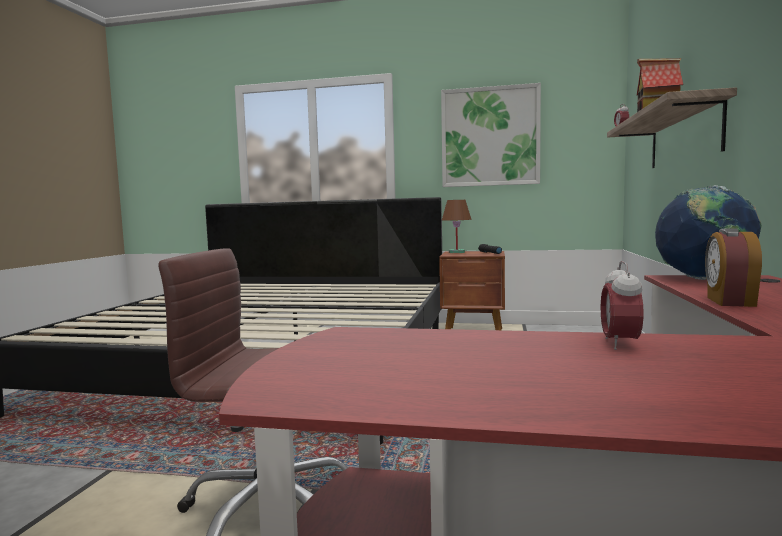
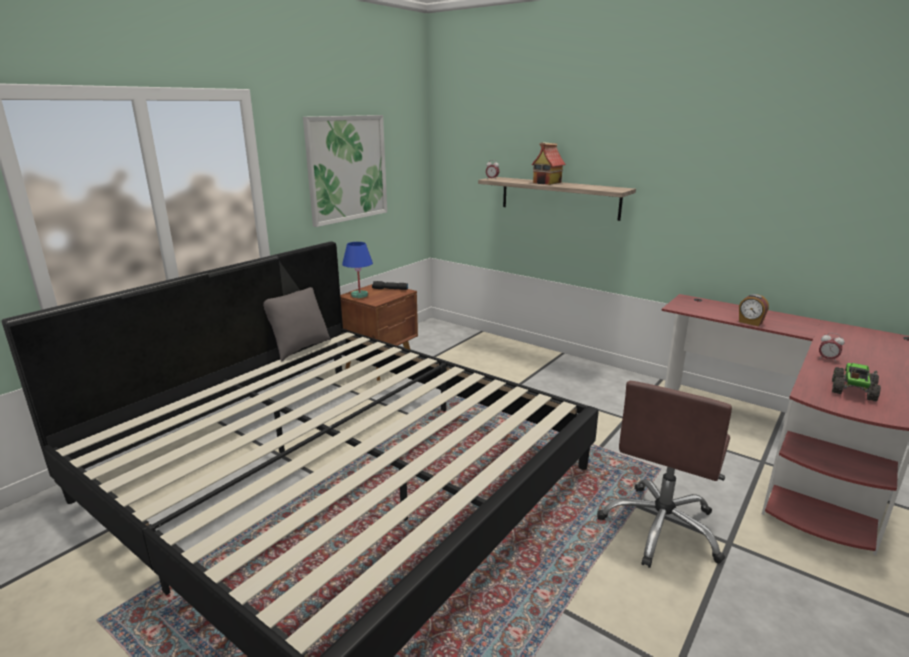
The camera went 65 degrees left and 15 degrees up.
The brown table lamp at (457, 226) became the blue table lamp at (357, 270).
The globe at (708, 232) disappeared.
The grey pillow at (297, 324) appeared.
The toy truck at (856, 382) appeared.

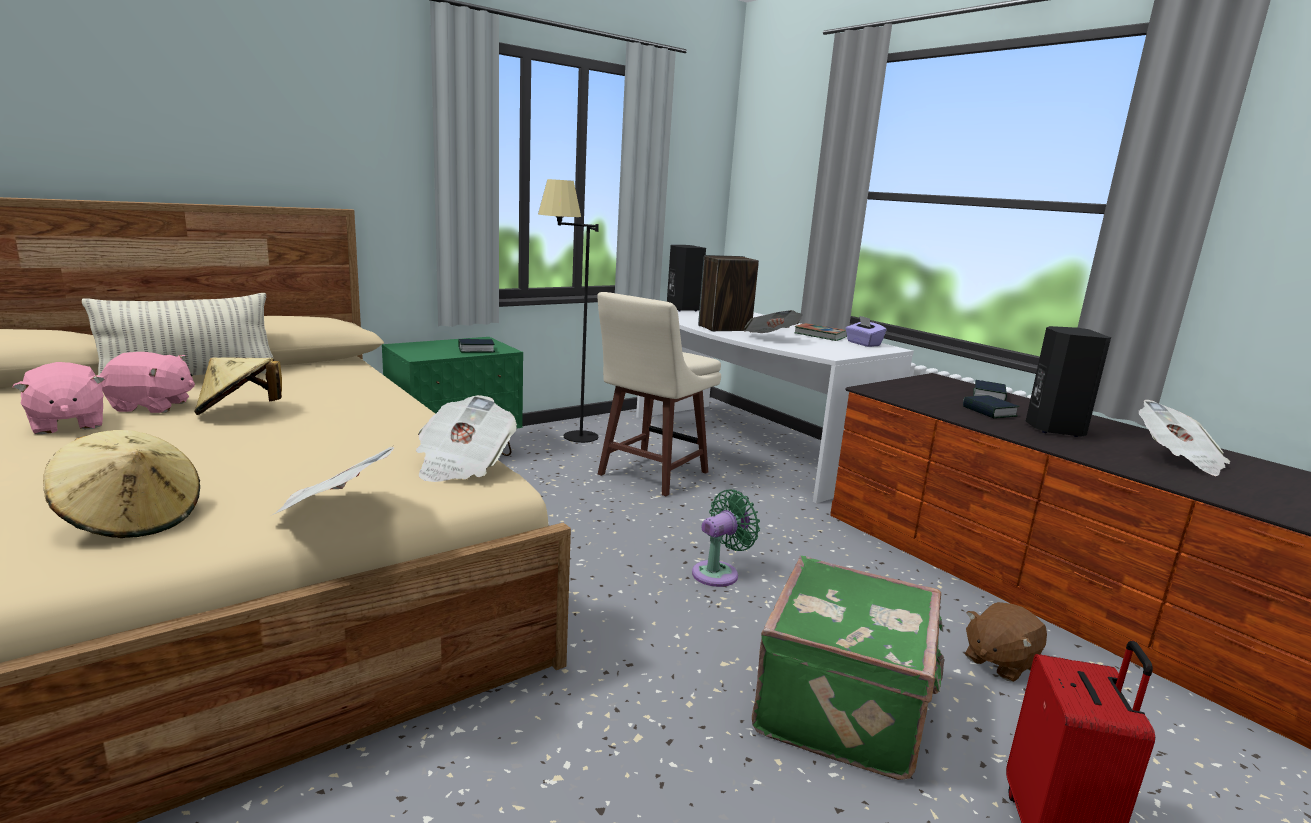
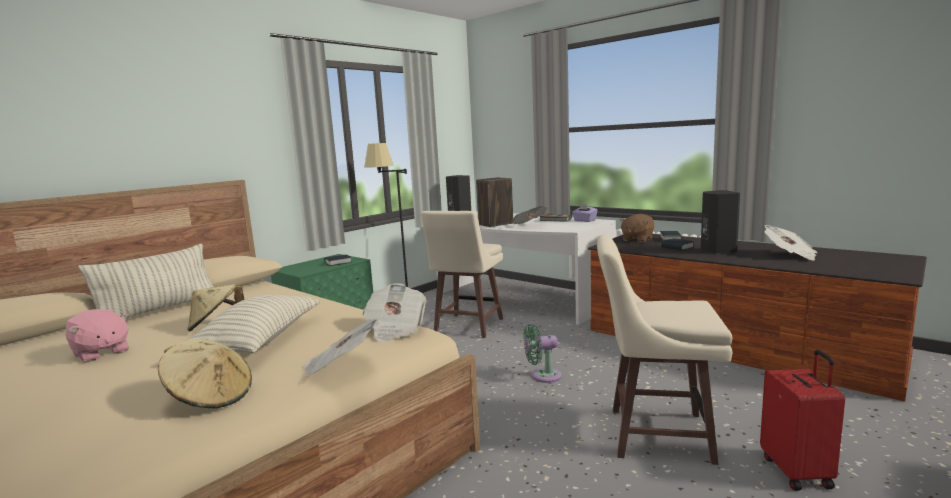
The camera went 10 degrees left and 5 degrees down.
The pink plush toy at (147, 382) disappeared.
The green fan at (726, 538) turned 135 degrees counterclockwise.
The green suitcase at (848, 668) was replaced by the beige stool at (664, 349).
The brown plush toy moved from (1006, 642) to (637, 228).
The pillow at (252, 323) appeared.

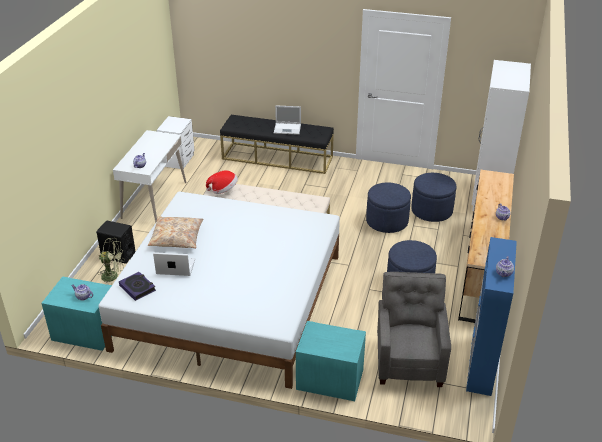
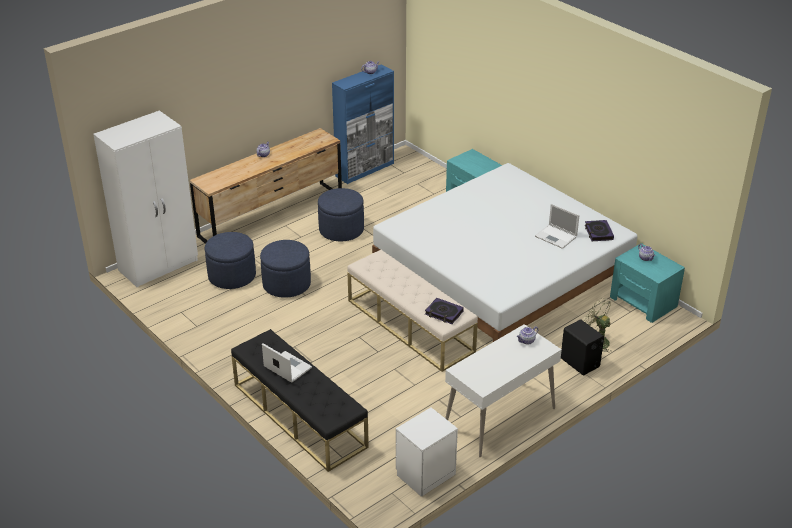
The camera went 145 degrees left and 0 degrees up.
The beige pillow at (175, 232) disappeared.
The hat at (222, 182) was replaced by the book at (444, 311).
The grey armchair at (414, 329) disappeared.

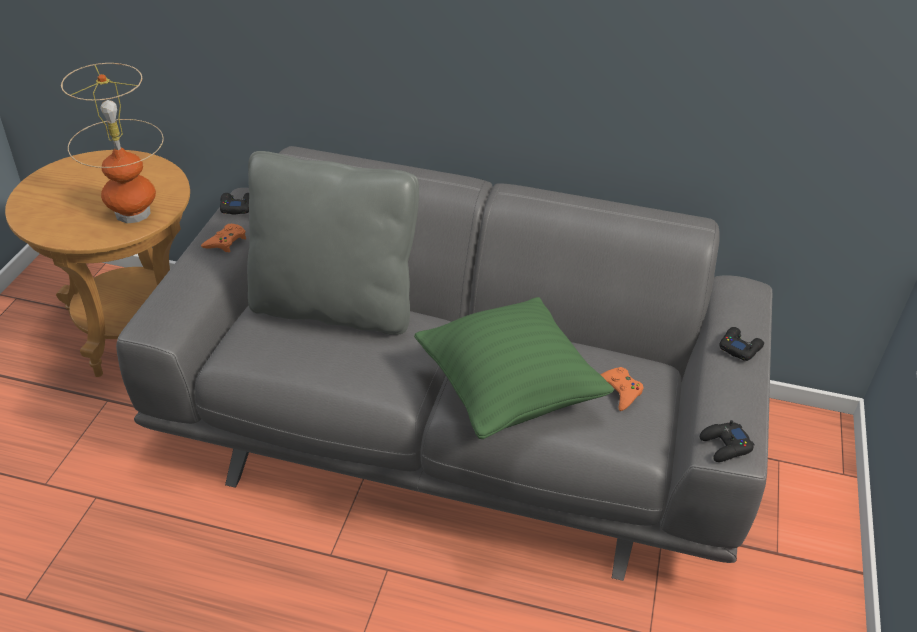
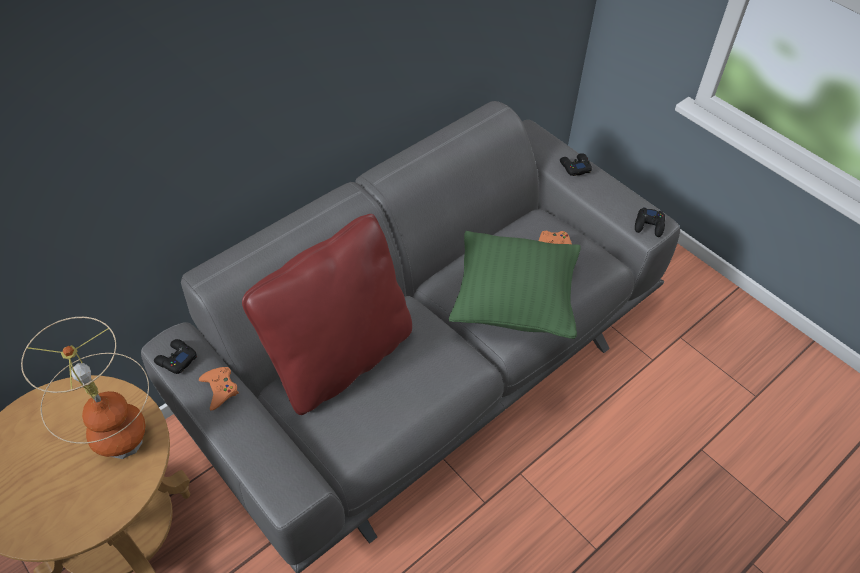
The camera went 55 degrees left and 10 degrees up.
The grey pillow at (333, 243) became the red pillow at (327, 314).

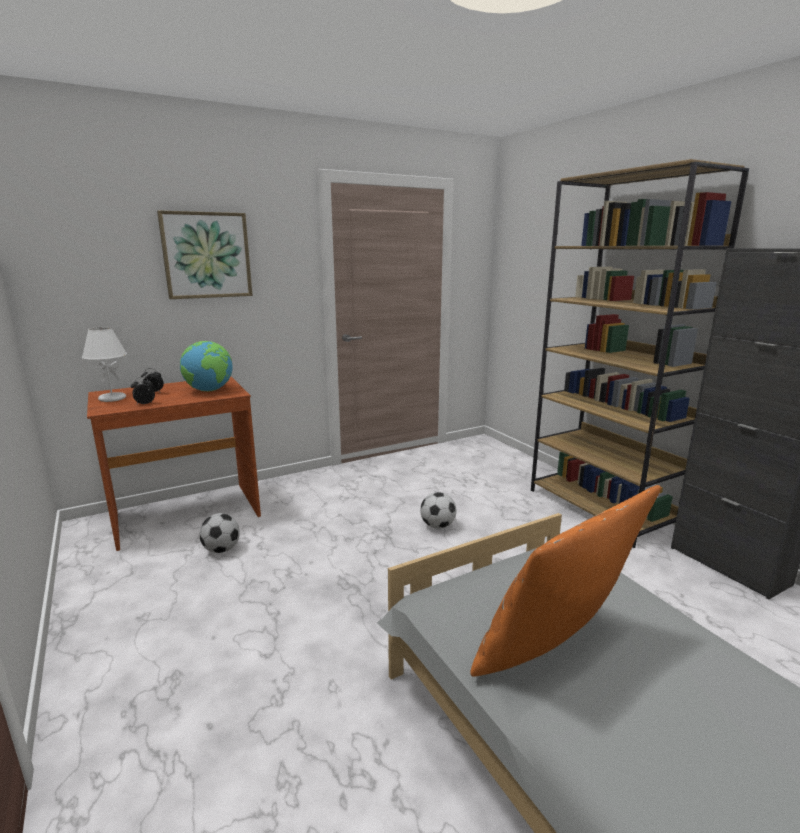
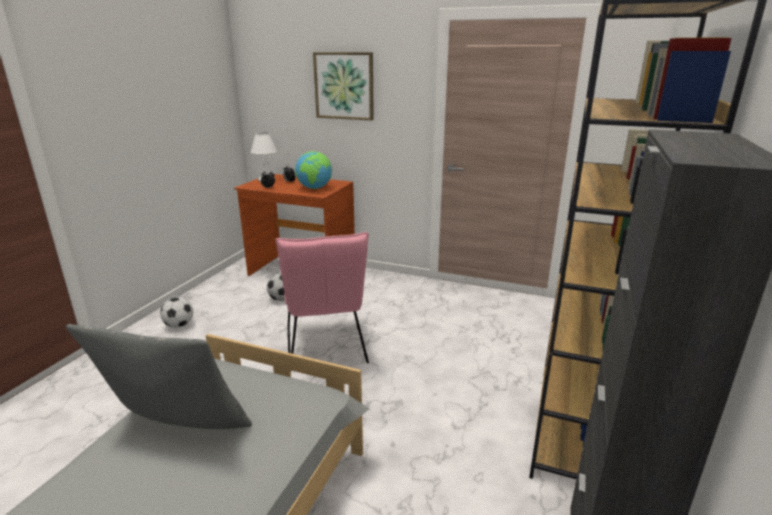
The camera went 50 degrees right and 5 degrees up.
The football moved from (438, 510) to (176, 312).
The orange pillow at (565, 581) became the grey pillow at (159, 376).
The pink chair at (322, 297) appeared.

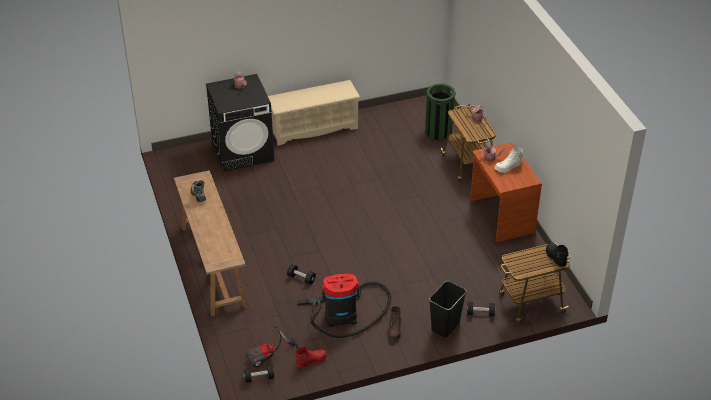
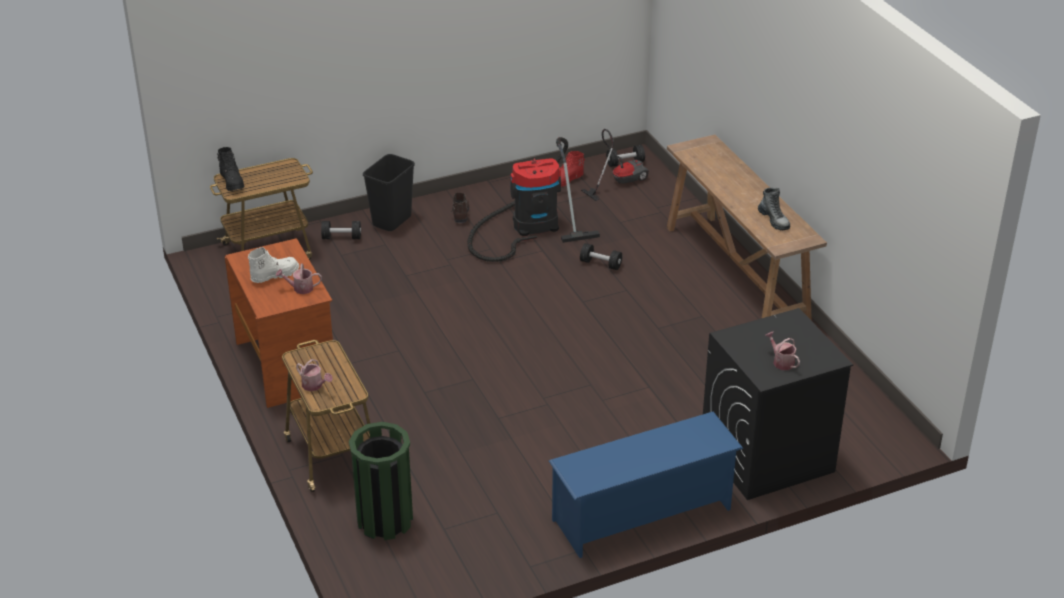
The camera went 175 degrees right and 5 degrees down.
The beige shoe rack at (314, 113) became the blue shoe rack at (646, 485).

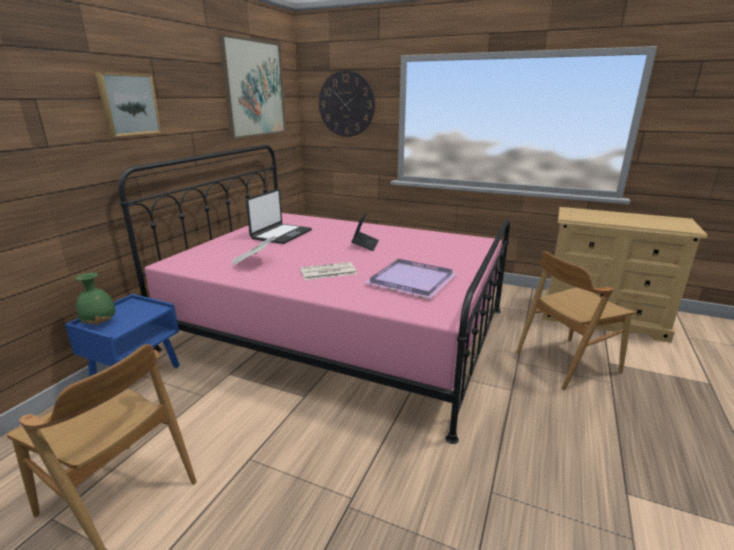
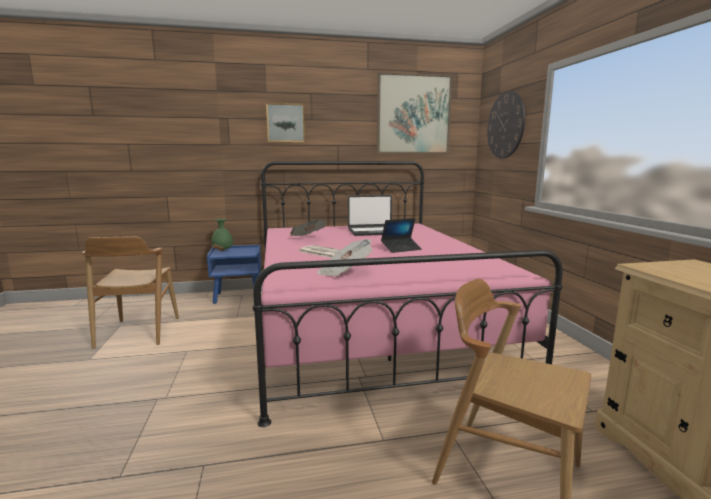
The camera went 55 degrees right and 10 degrees down.
The purple tray at (411, 279) was replaced by the newspaper at (344, 258).

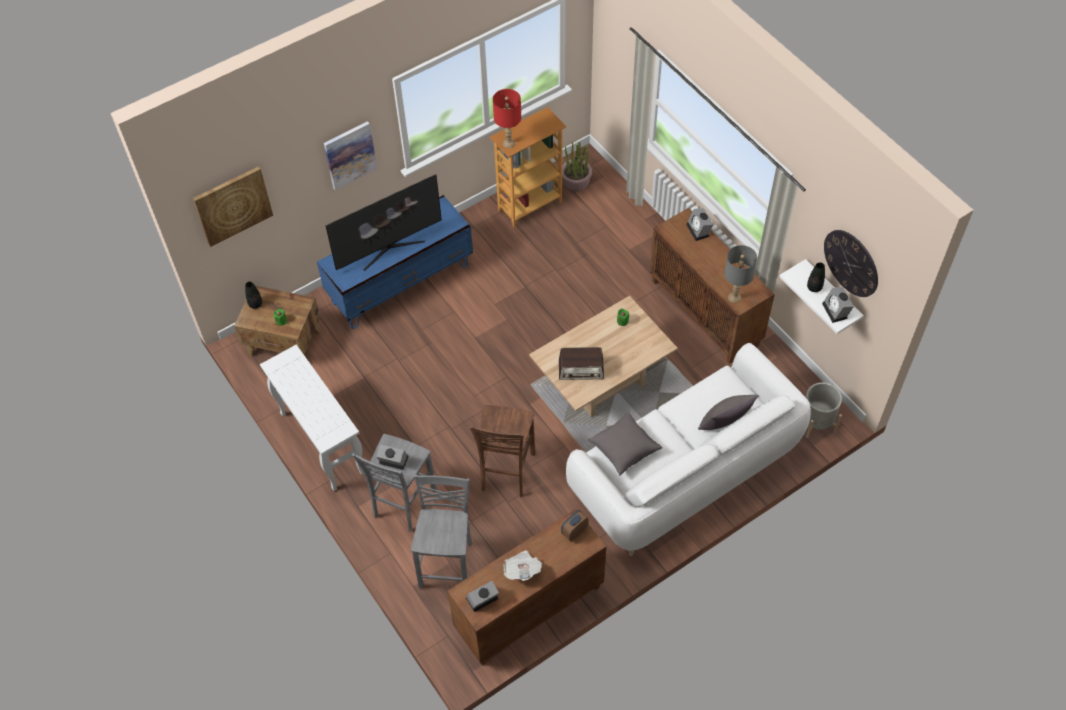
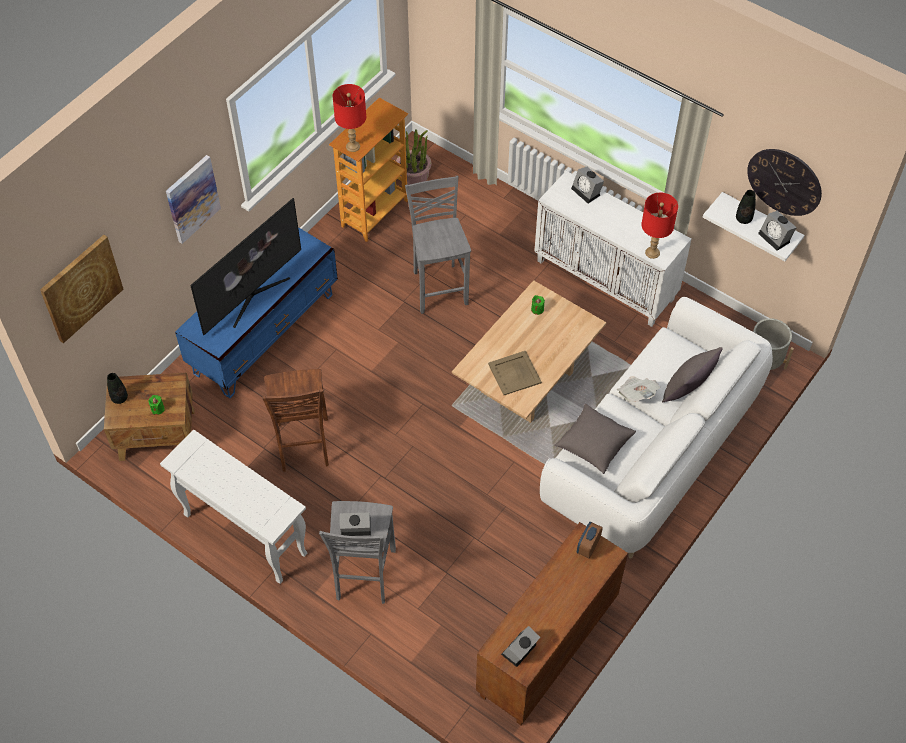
The camera went 20 degrees left and 0 degrees up.
The grey stool moved from (441, 532) to (438, 245).
The brown stool moved from (503, 451) to (295, 420).
The newspaper moved from (523, 566) to (638, 389).
The radio at (581, 363) was replaced by the beige tray at (515, 373).
The brown cabinet at (712, 286) became the white cabinet at (612, 249).
The grey table lamp at (740, 274) became the red table lamp at (659, 226).

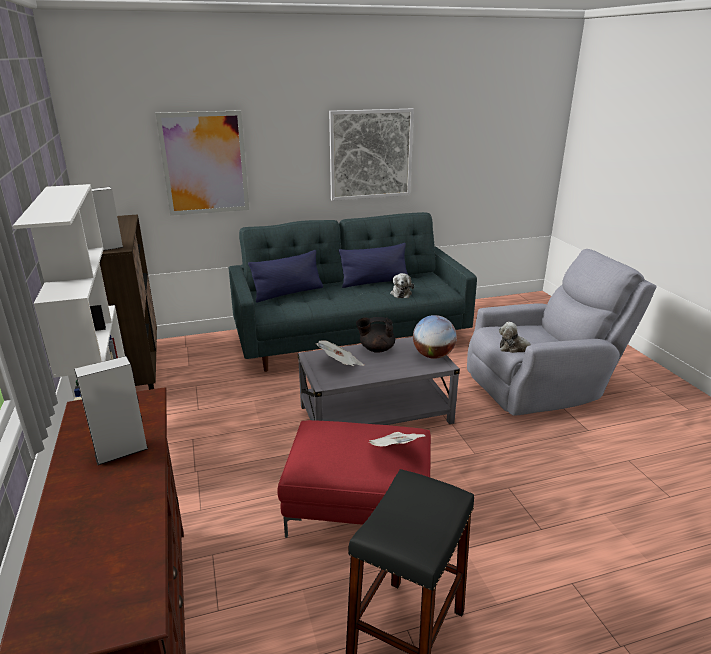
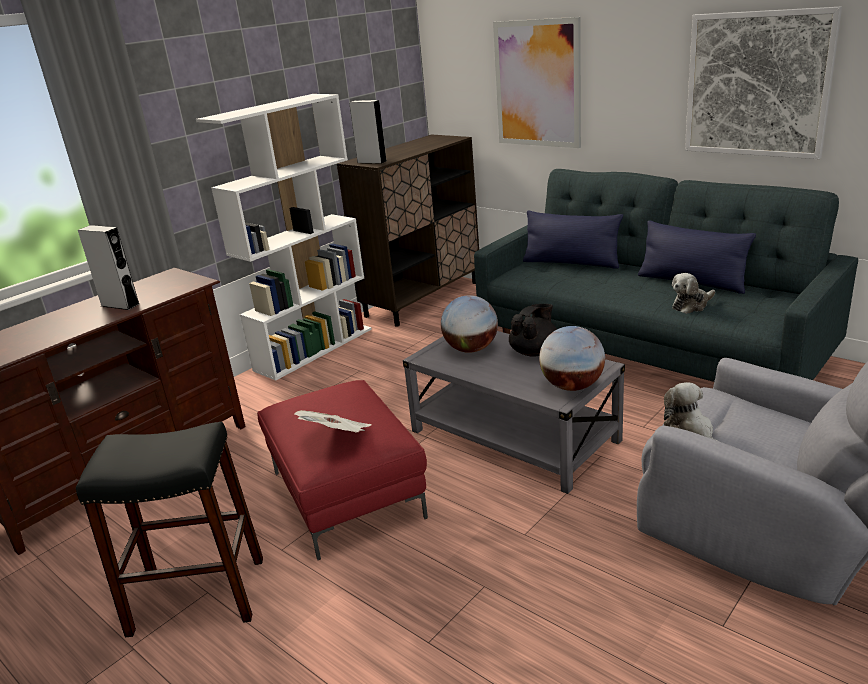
The camera went 60 degrees right and 0 degrees up.
The newspaper at (339, 353) was replaced by the globe at (469, 324).
The black teapot at (375, 335) turned 75 degrees clockwise.

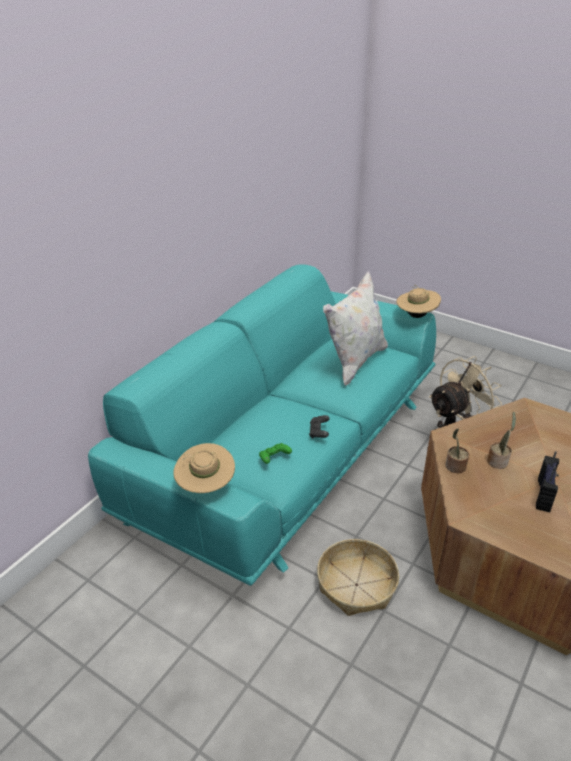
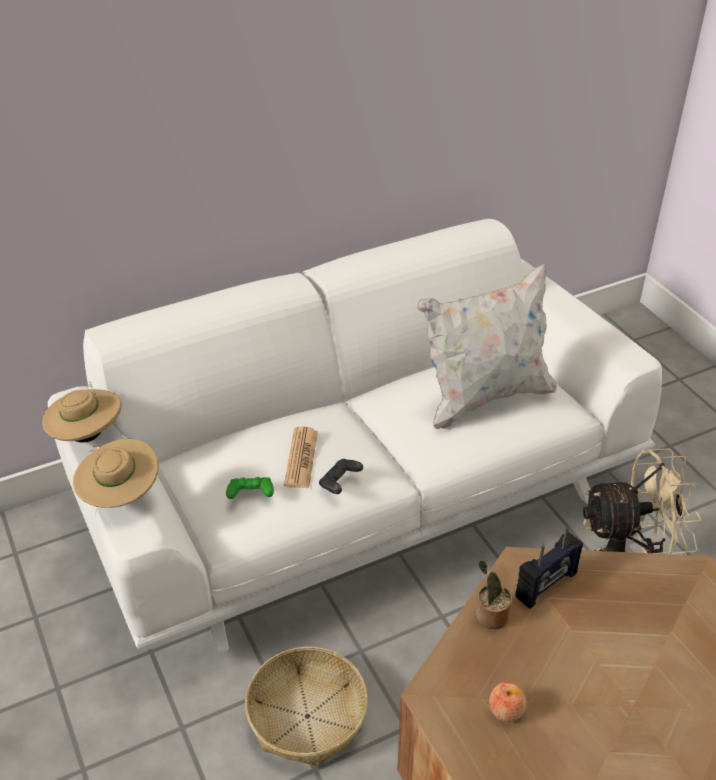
The camera went 30 degrees right and 5 degrees up.
The turquoise sofa at (262, 425) became the white sofa at (355, 436).
The beige hat moved from (419, 301) to (82, 412).
The potted plant at (501, 440) disappeared.
The radio moved from (547, 481) to (549, 568).
The newspaper at (301, 457) appeared.
The apple at (507, 702) appeared.

